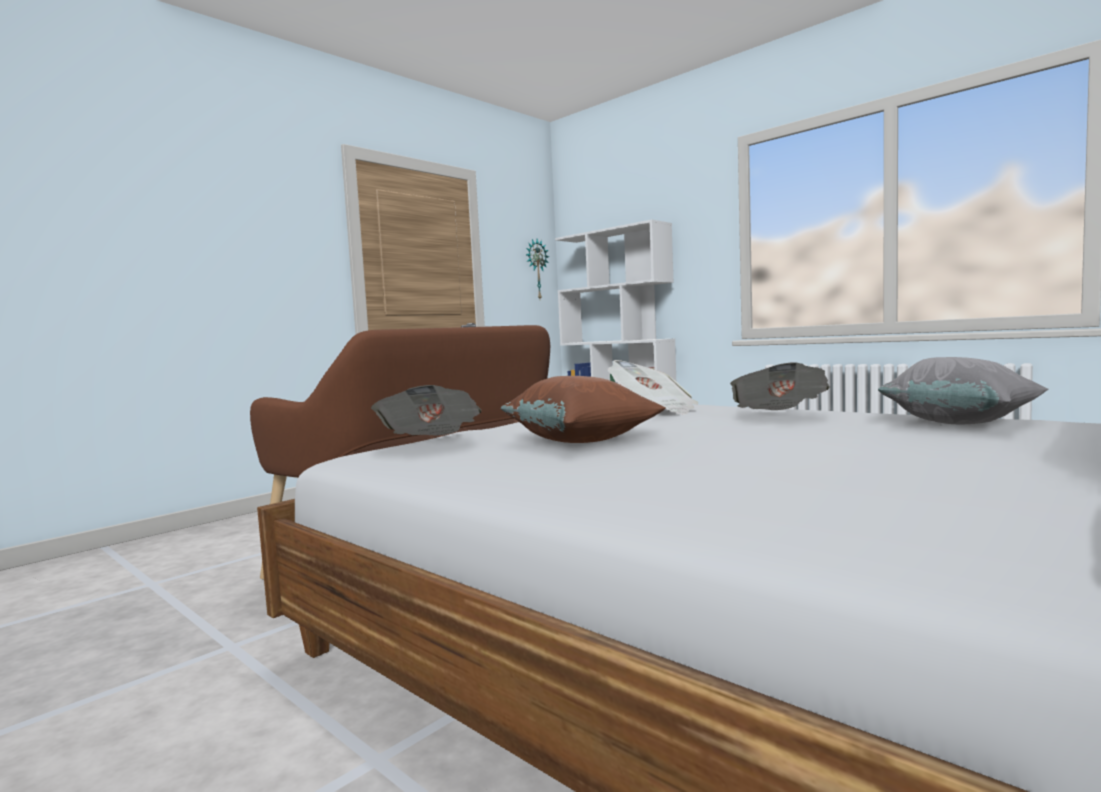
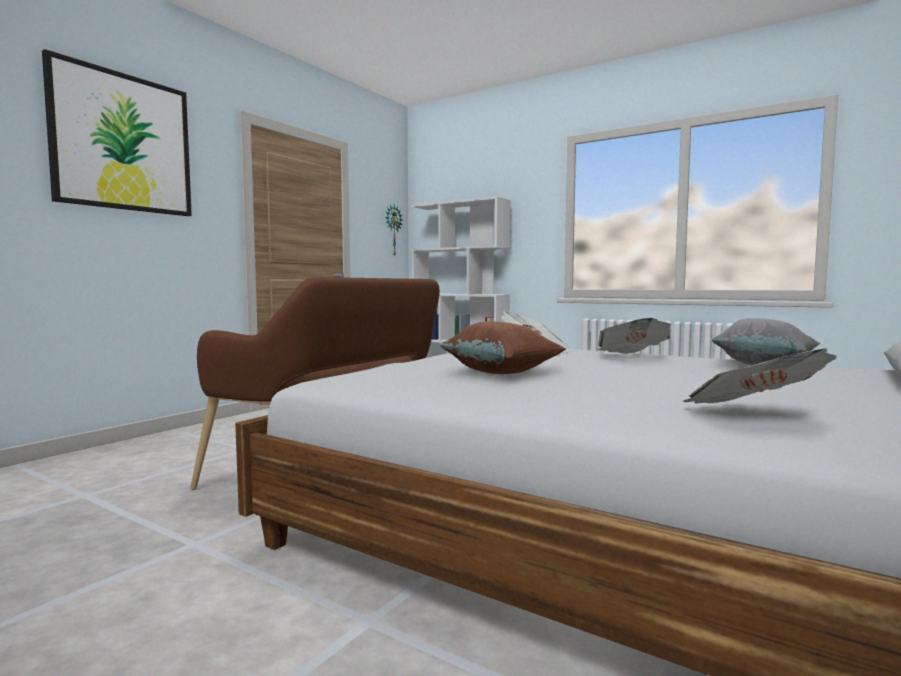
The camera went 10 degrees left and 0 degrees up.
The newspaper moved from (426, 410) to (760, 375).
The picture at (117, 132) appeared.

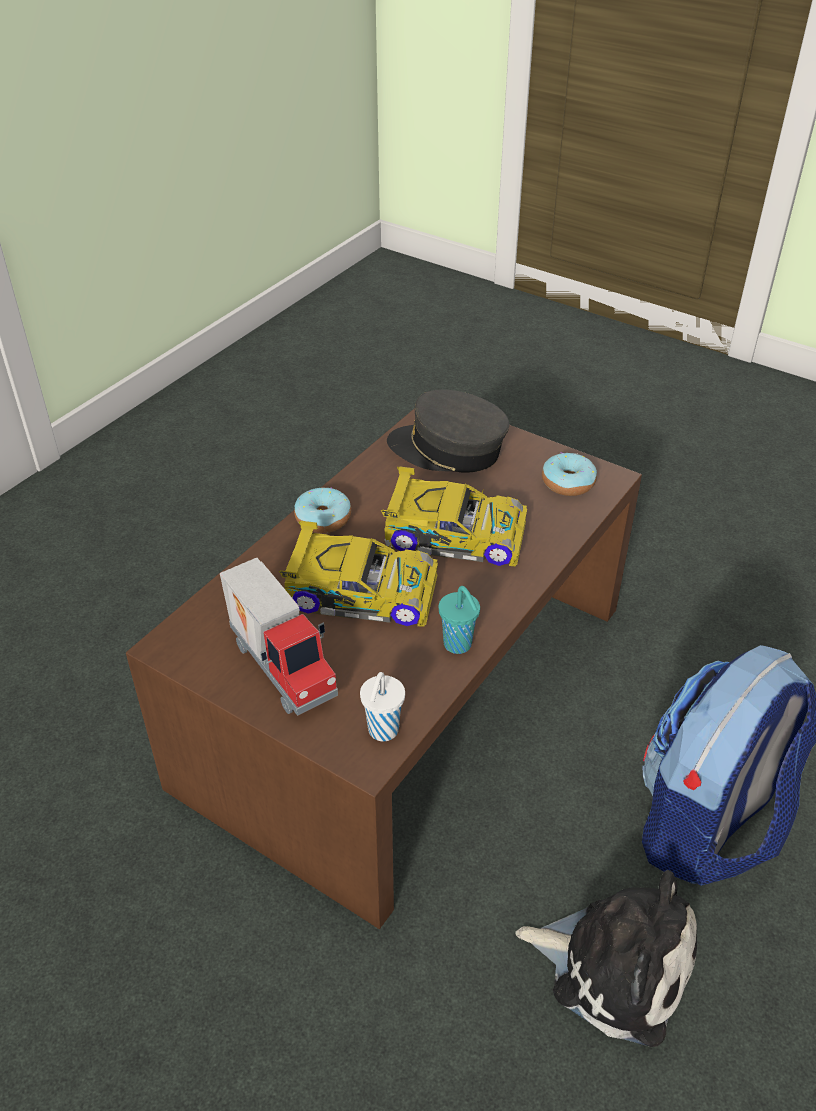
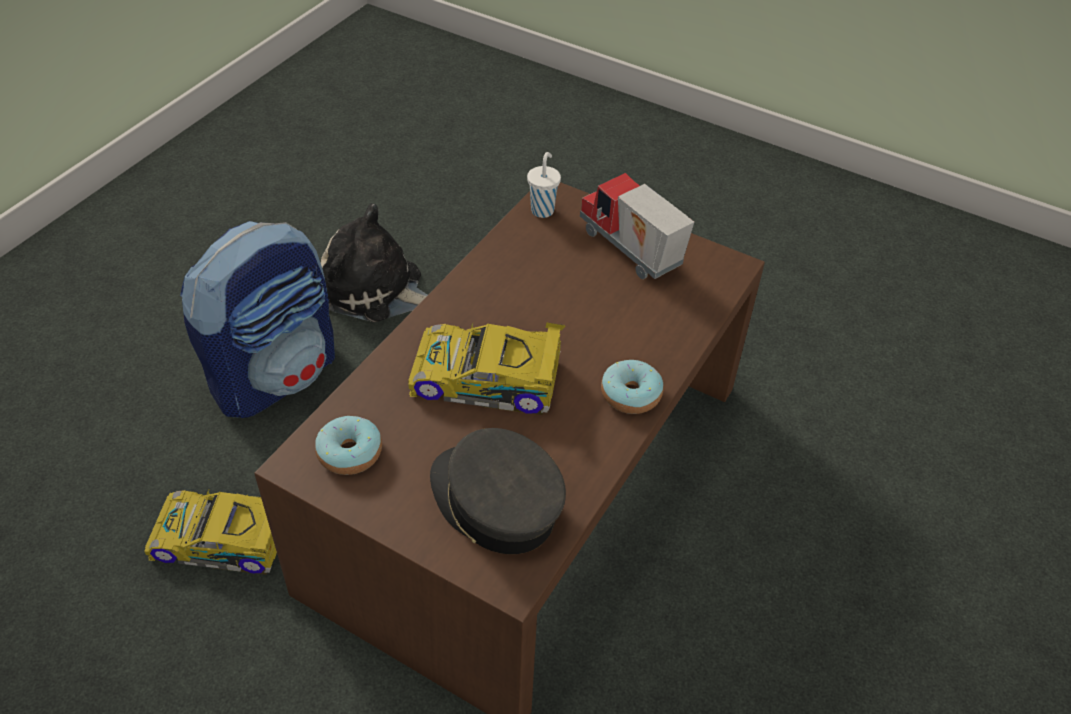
The camera went 175 degrees right and 5 degrees up.
The toy car moved from (358, 574) to (210, 532).
The grey cap at (448, 431) turned 150 degrees counterclockwise.
The turquoise cup at (459, 620) disappeared.

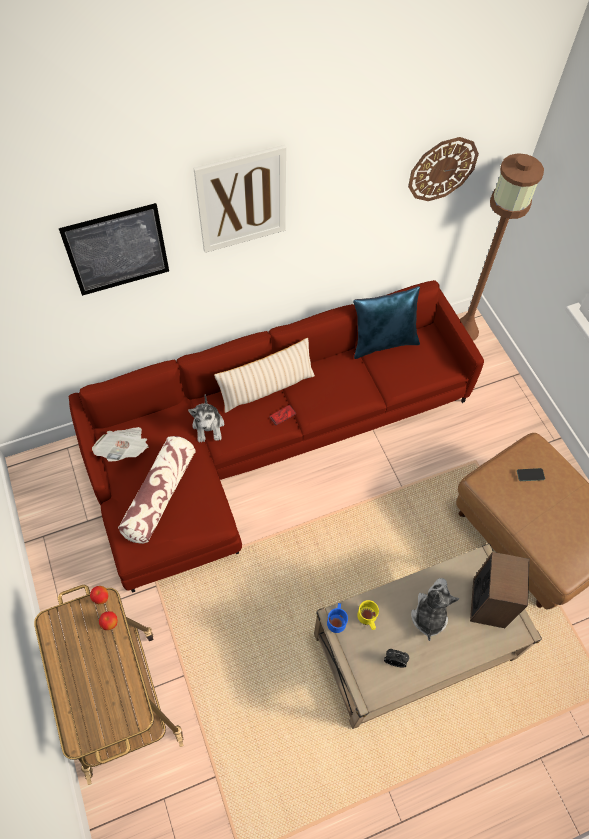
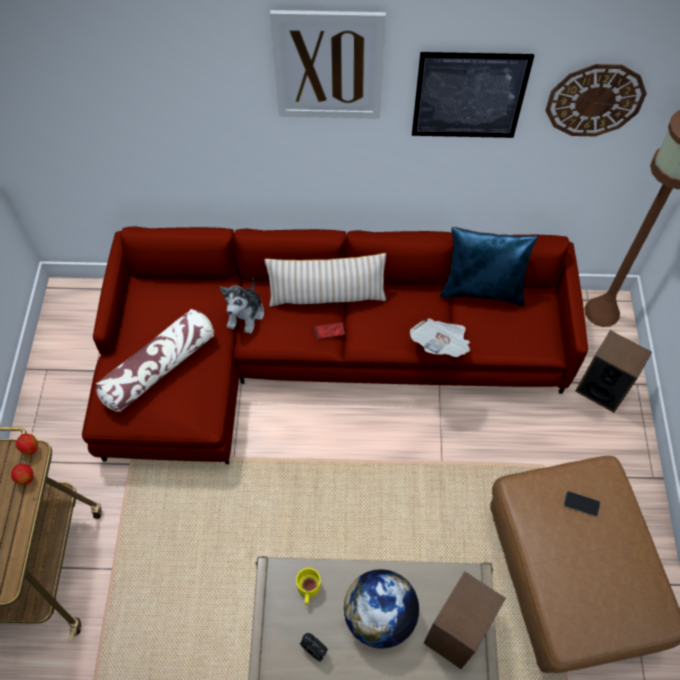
The camera went 25 degrees right and 0 degrees up.
The picture moved from (114, 249) to (473, 95).
The newspaper moved from (120, 444) to (440, 337).
The blue mug at (337, 618) disappeared.
The plush toy at (435, 609) was replaced by the globe at (381, 609).
The speaker at (613, 371) appeared.

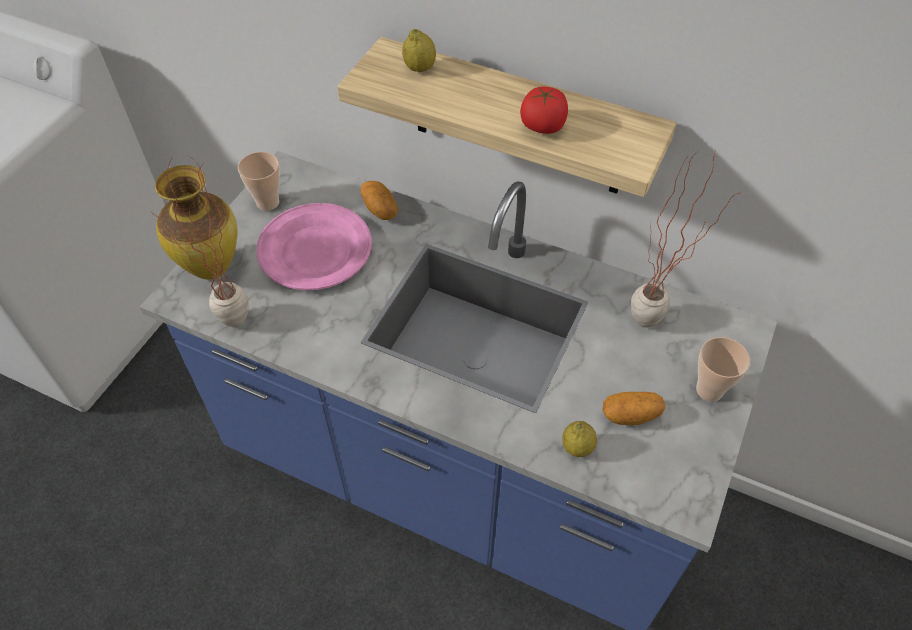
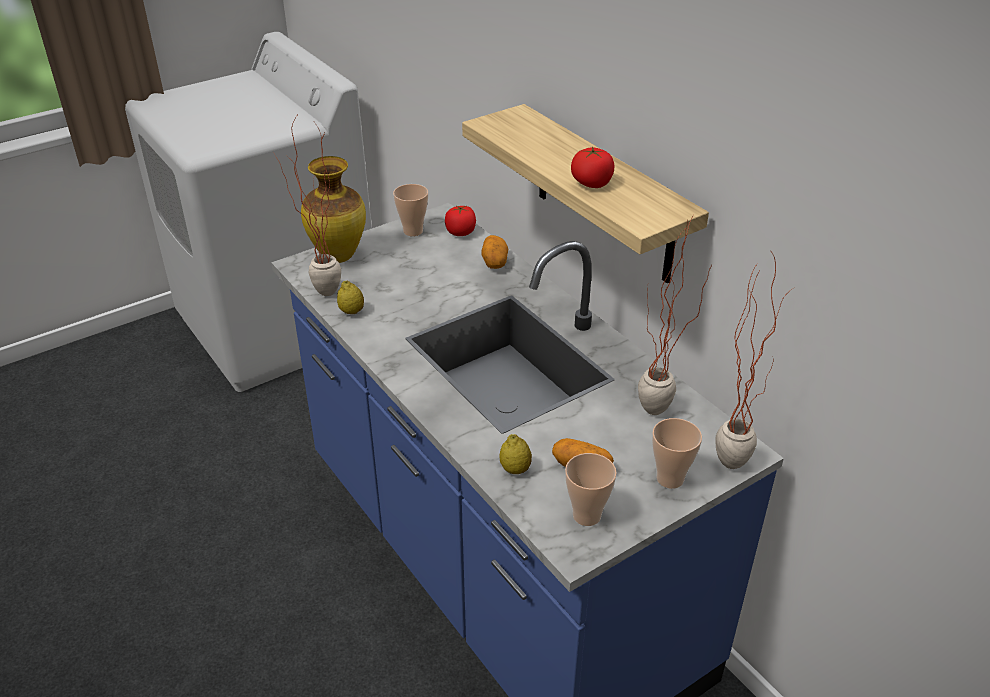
The camera went 30 degrees right and 15 degrees down.
The pink plate at (314, 246) disappeared.
The lemon moved from (419, 50) to (350, 297).
The tomato at (460, 220) appeared.
The cup at (591, 489) appeared.
The potted plant at (754, 359) appeared.

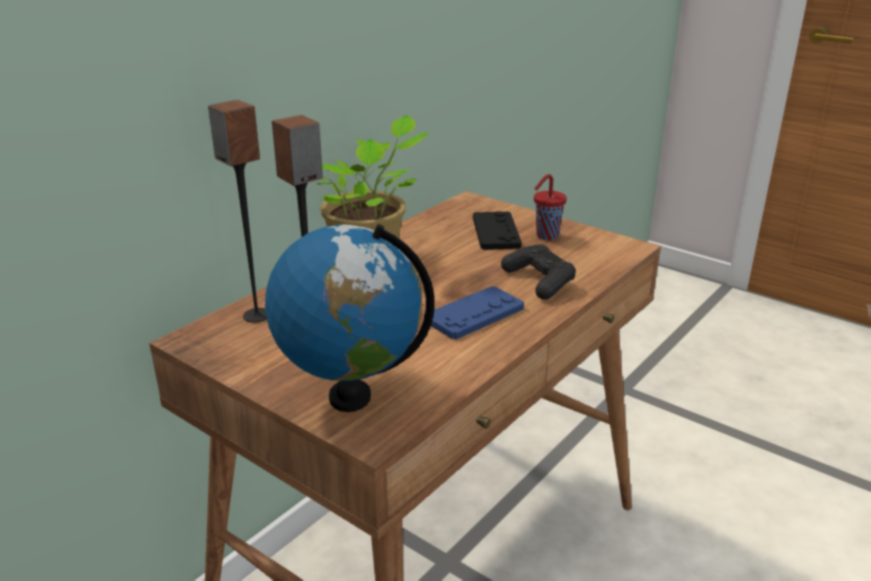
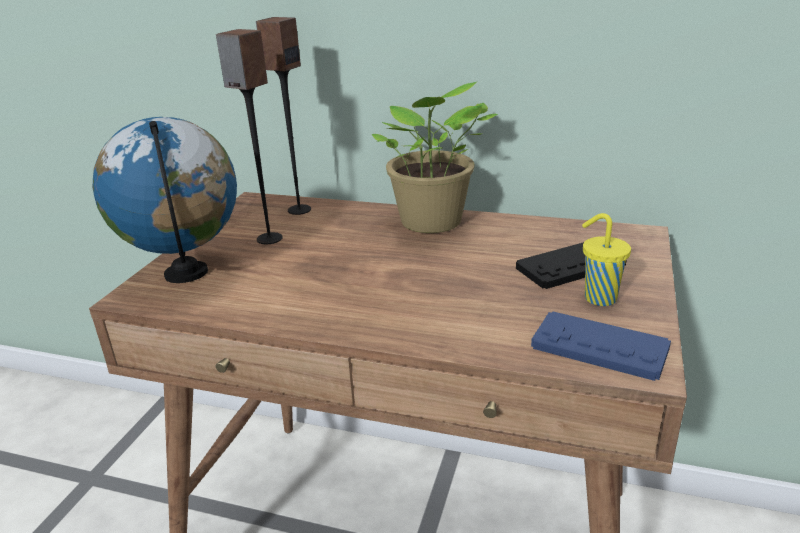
The camera went 70 degrees right and 0 degrees up.
The blue game controller moved from (474, 312) to (601, 346).
The black game controller at (538, 272) disappeared.
The red cup at (550, 207) became the yellow cup at (606, 259).

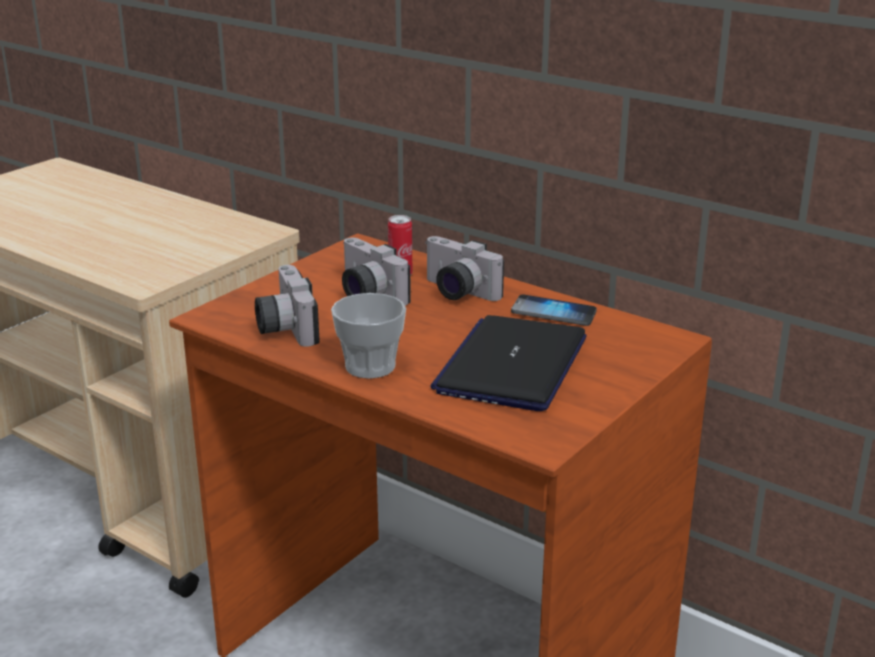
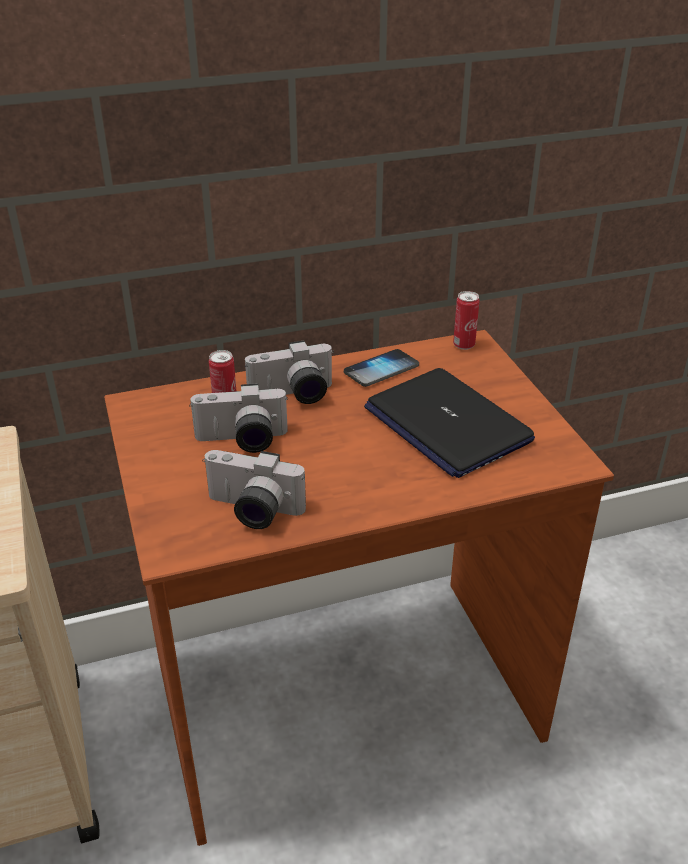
The camera went 55 degrees left and 10 degrees up.
The cup at (368, 336) disappeared.
The can at (466, 320) appeared.

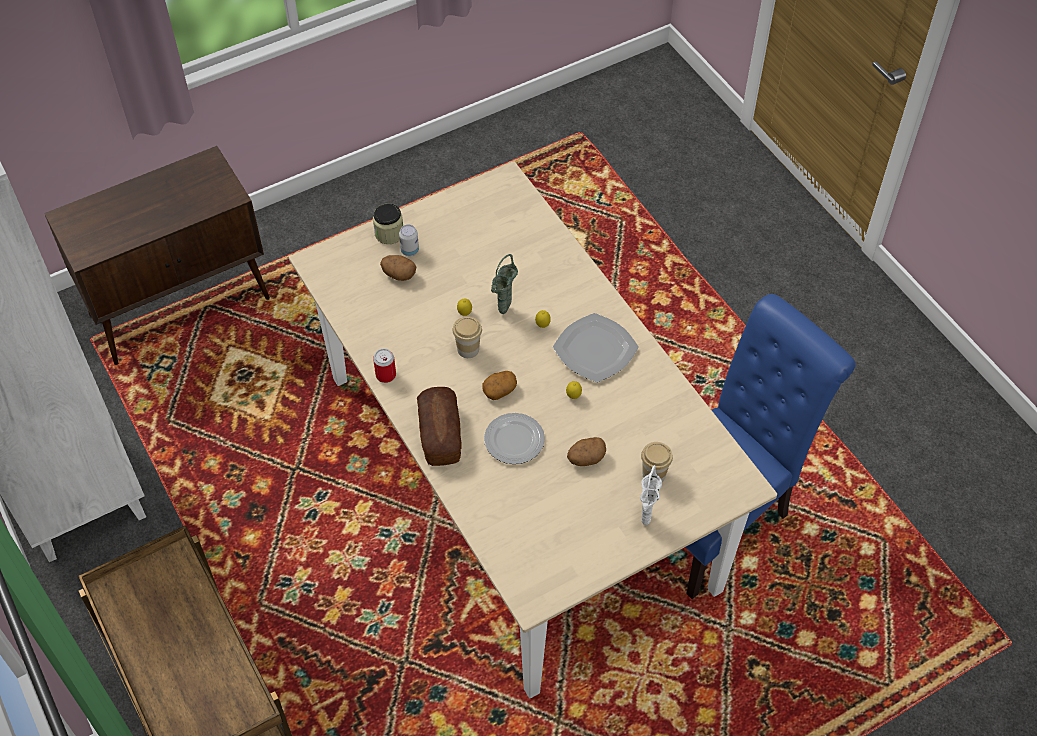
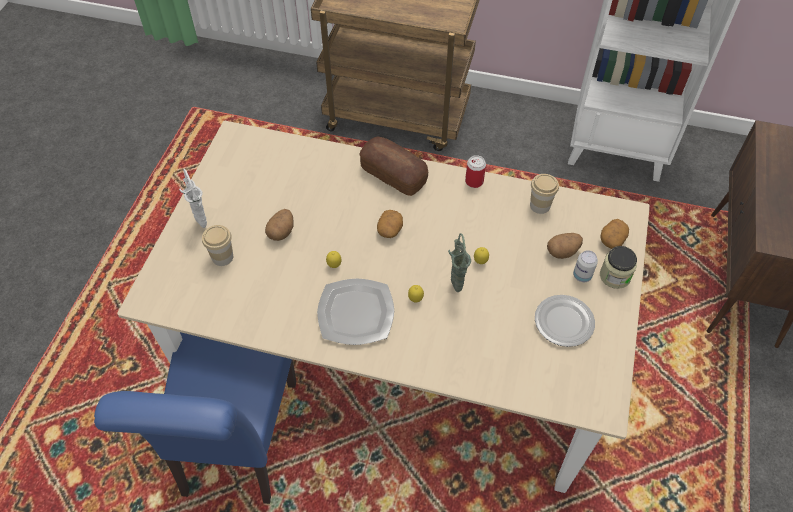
The camera went 135 degrees right and 0 degrees up.
The cup moved from (467, 337) to (544, 194).
The plate moved from (514, 438) to (565, 321).
The potato at (614, 234) appeared.

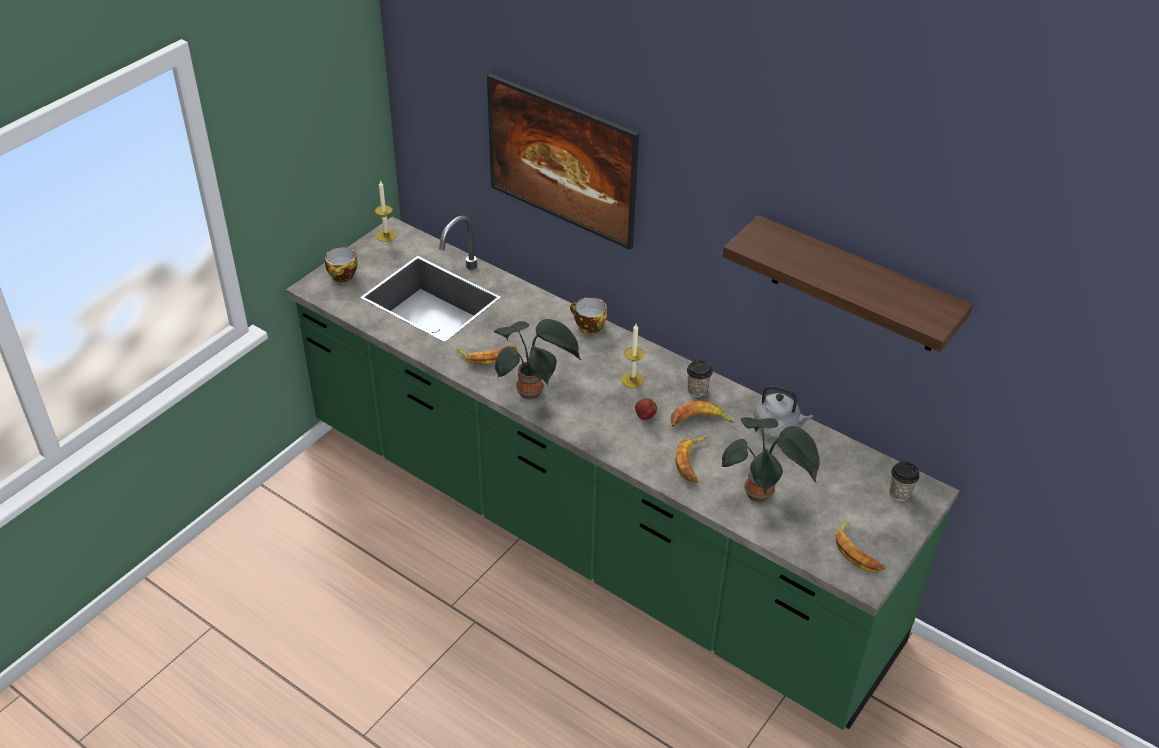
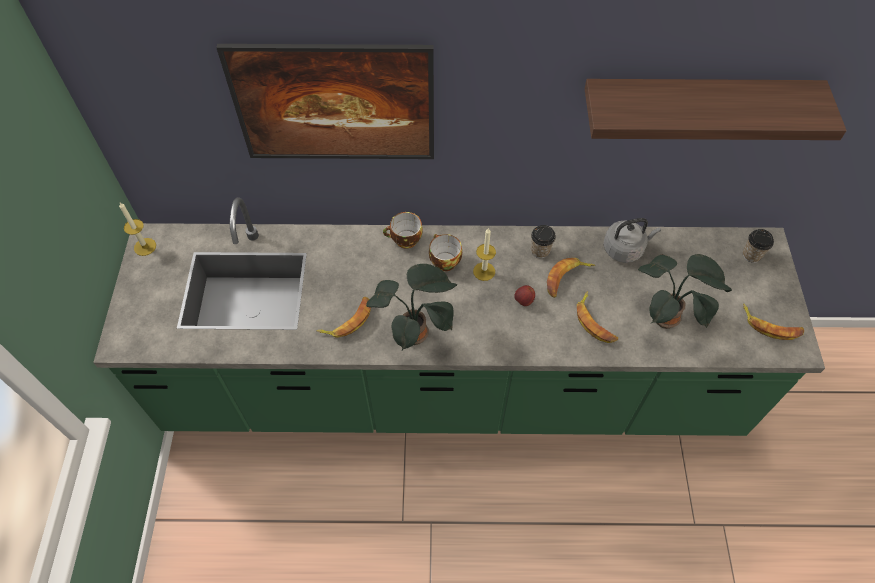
The camera went 35 degrees left and 15 degrees up.
The cup moved from (341, 264) to (445, 252).

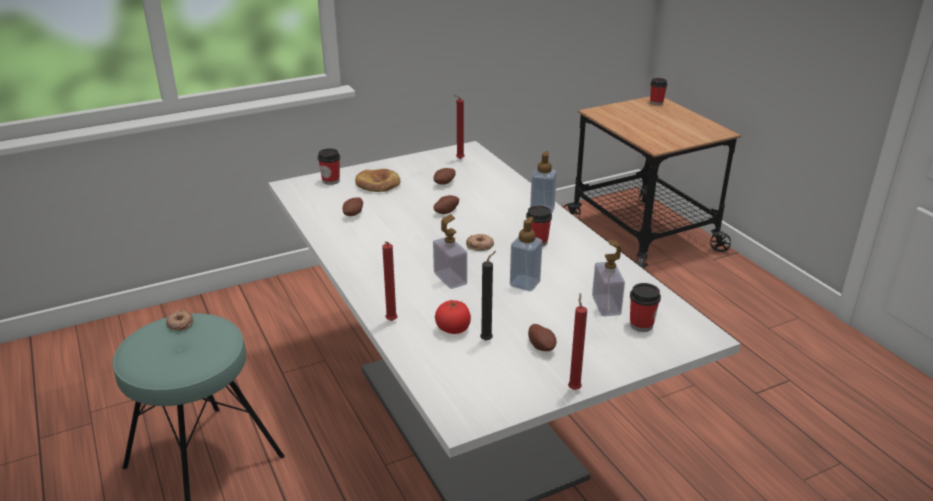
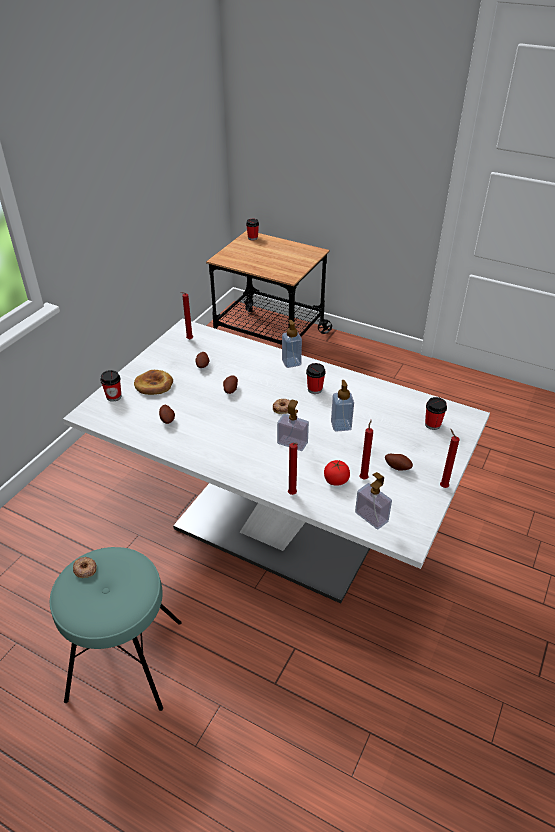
The camera went 35 degrees left and 10 degrees up.
The black candle at (488, 296) became the red candle at (366, 449).
The soap dispenser moved from (608, 277) to (373, 500).

